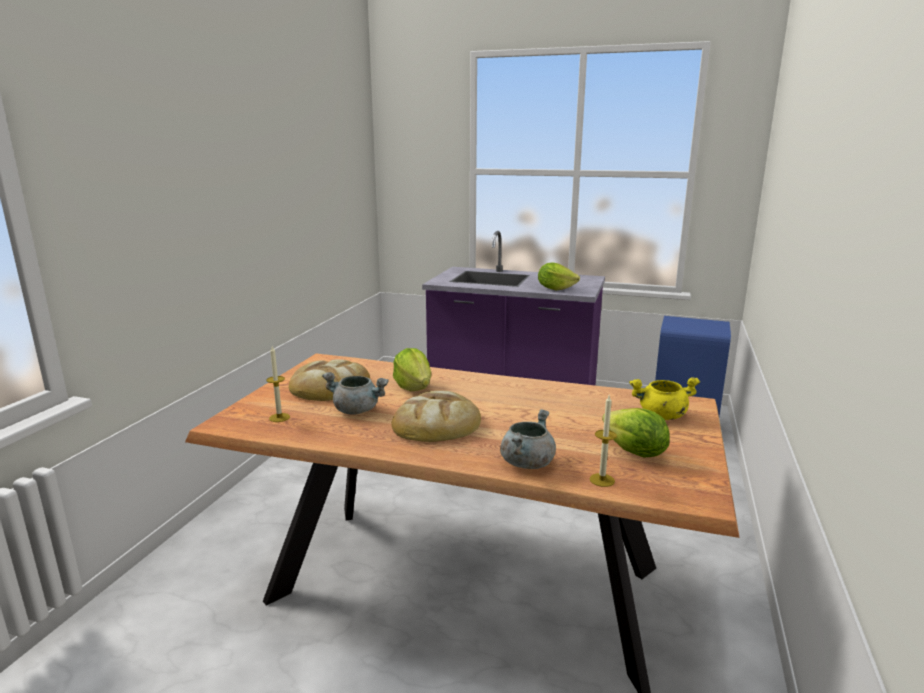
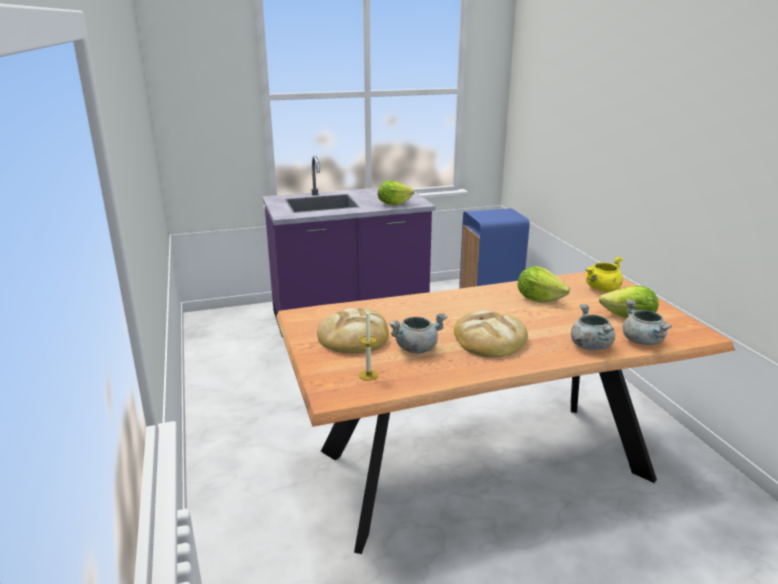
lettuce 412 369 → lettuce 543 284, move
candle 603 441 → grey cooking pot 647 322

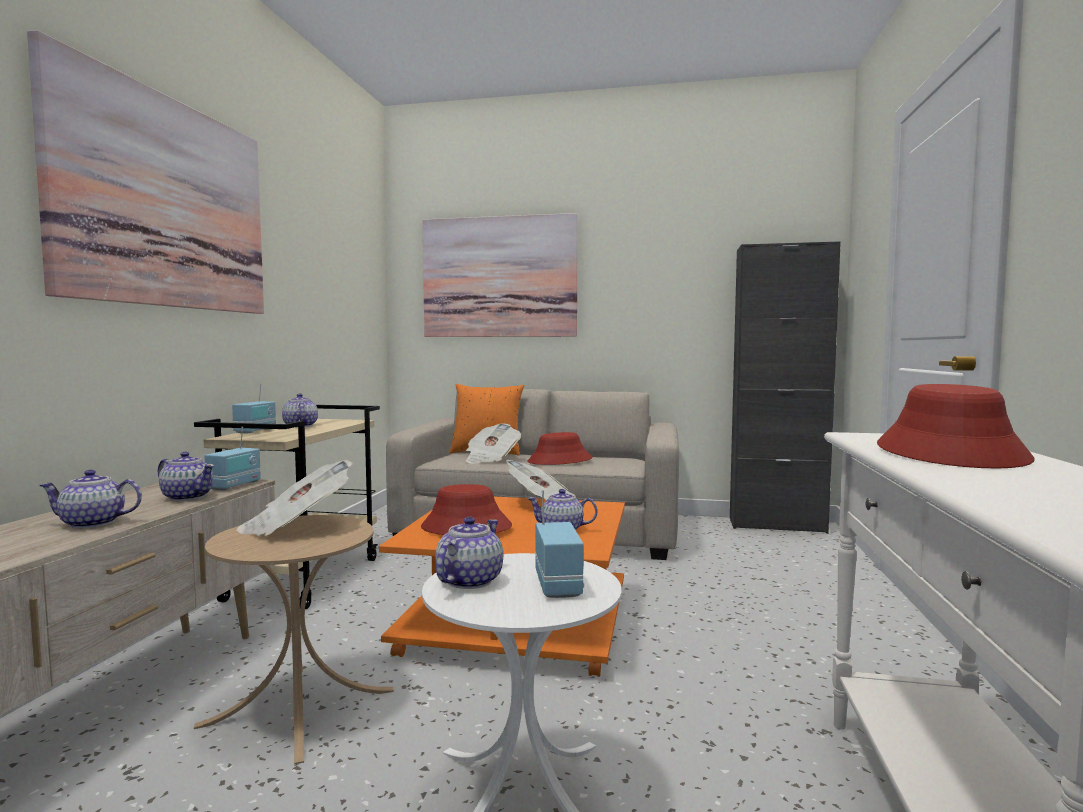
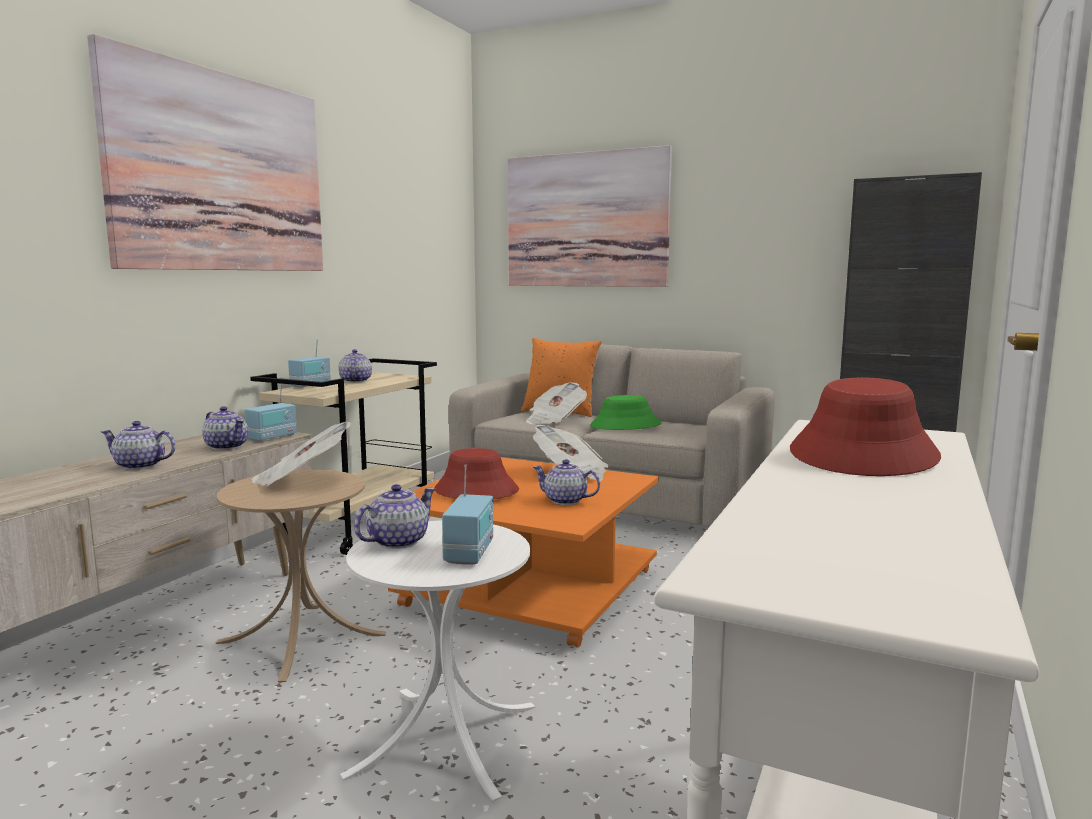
red hat 560 448 → green hat 626 412

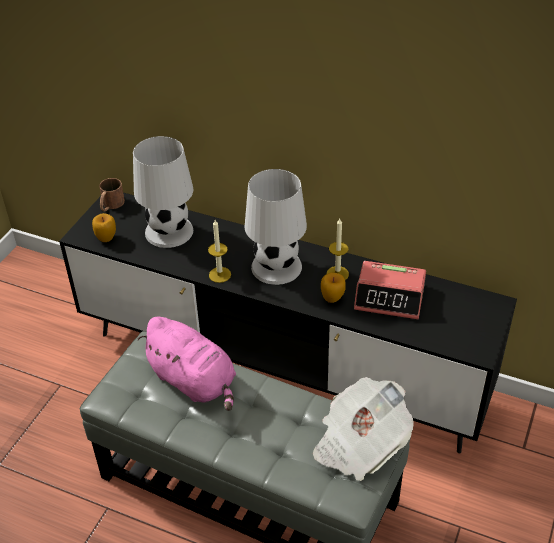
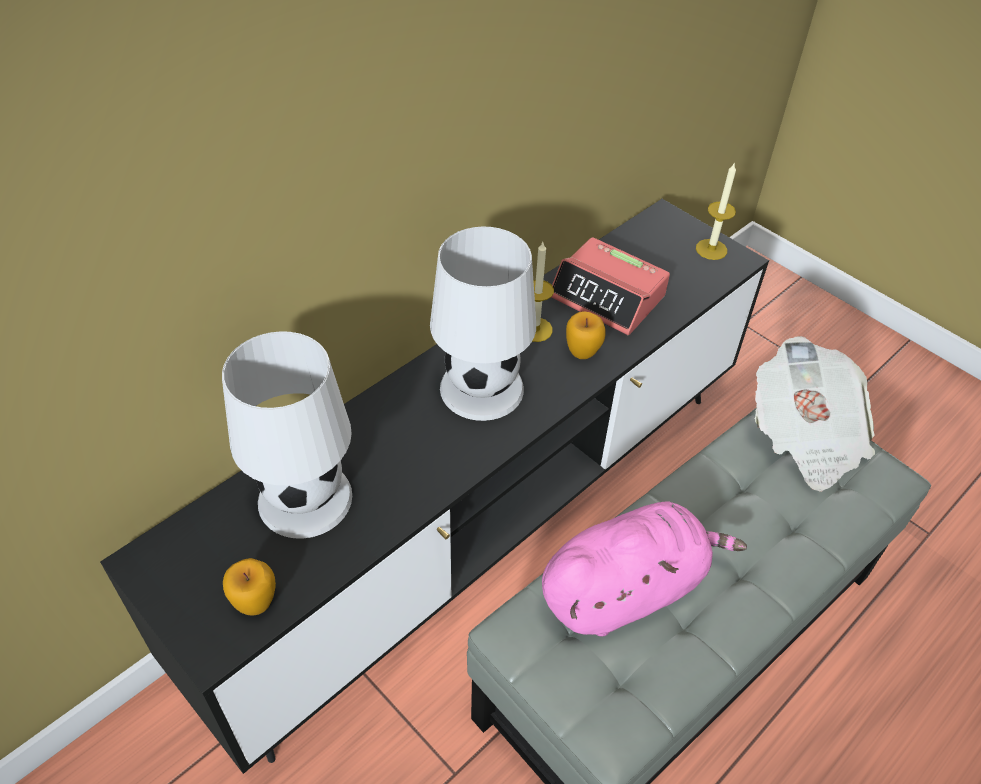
brown mug 112 194 → -
candle 219 251 → candle 716 211, move
alarm clock 390 290 → alarm clock 611 286, 90 degrees clockwise

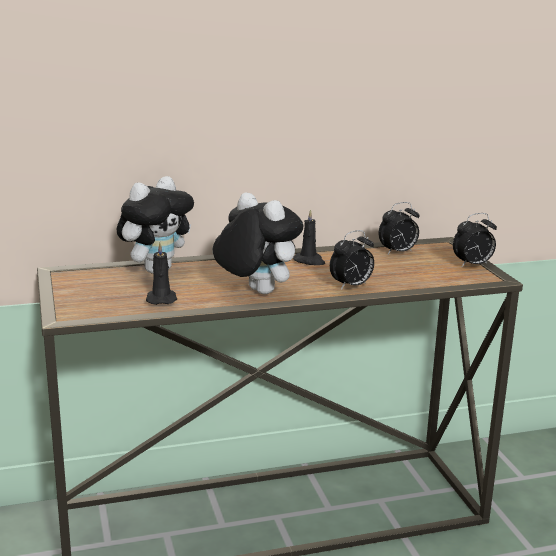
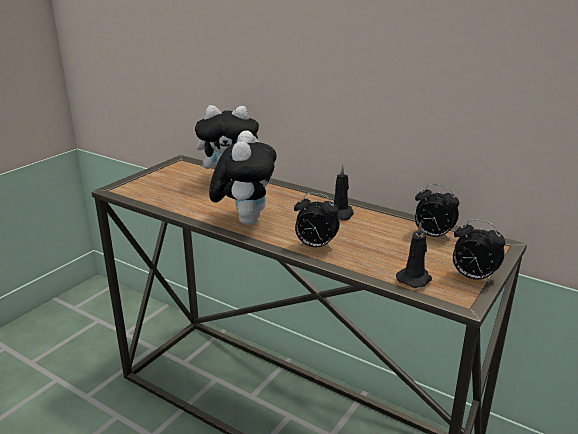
black candle 161 273 → black candle 414 255, move

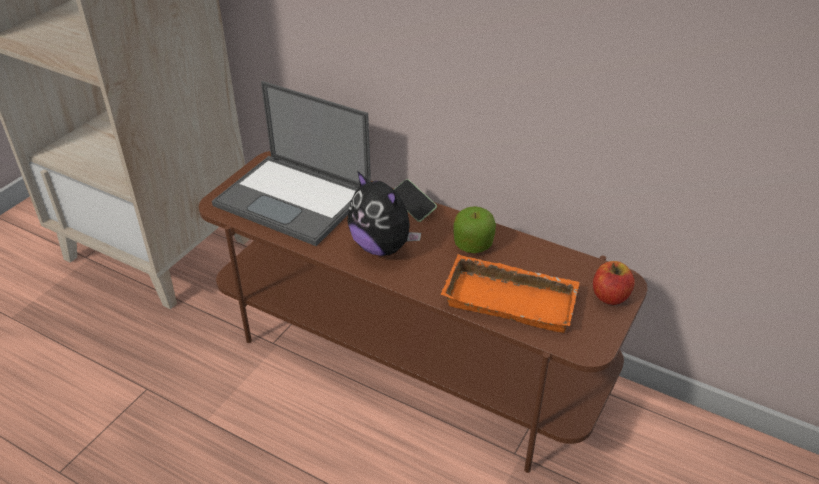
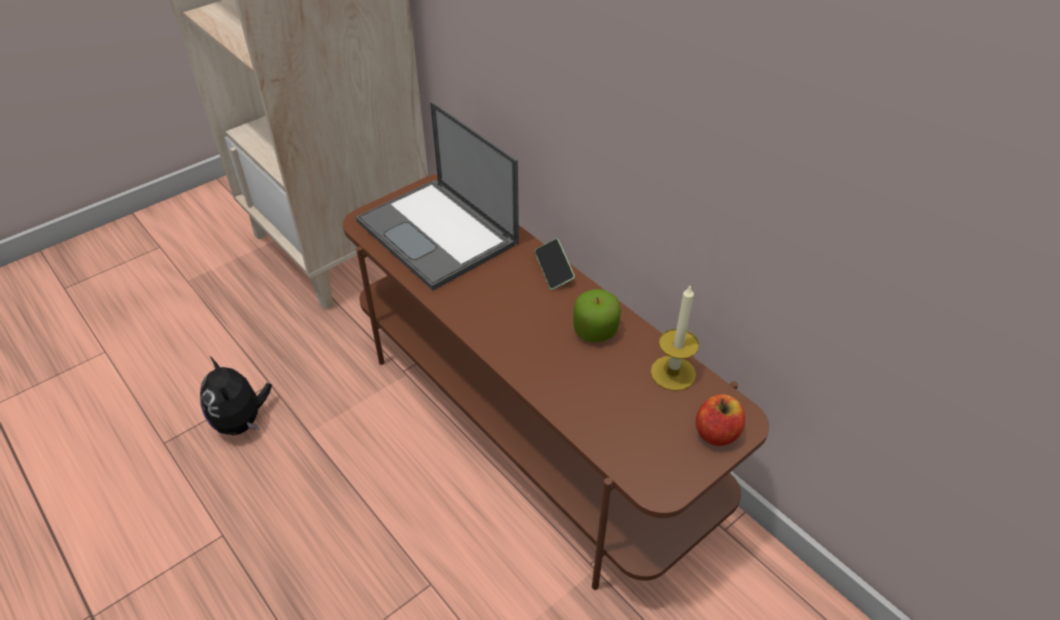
orange tray 510 293 → -
- → candle 674 337
plush toy 384 213 → plush toy 236 396, move

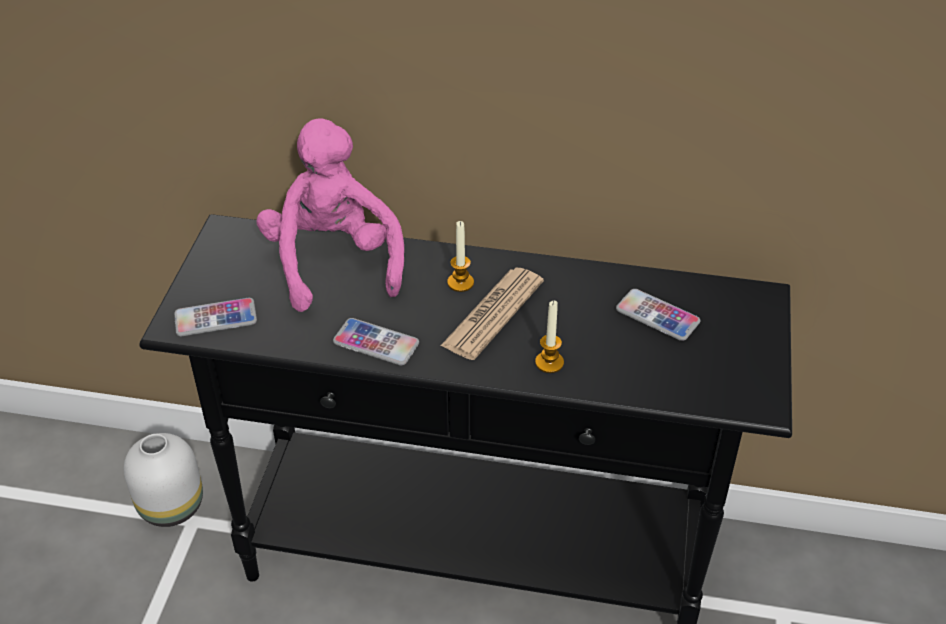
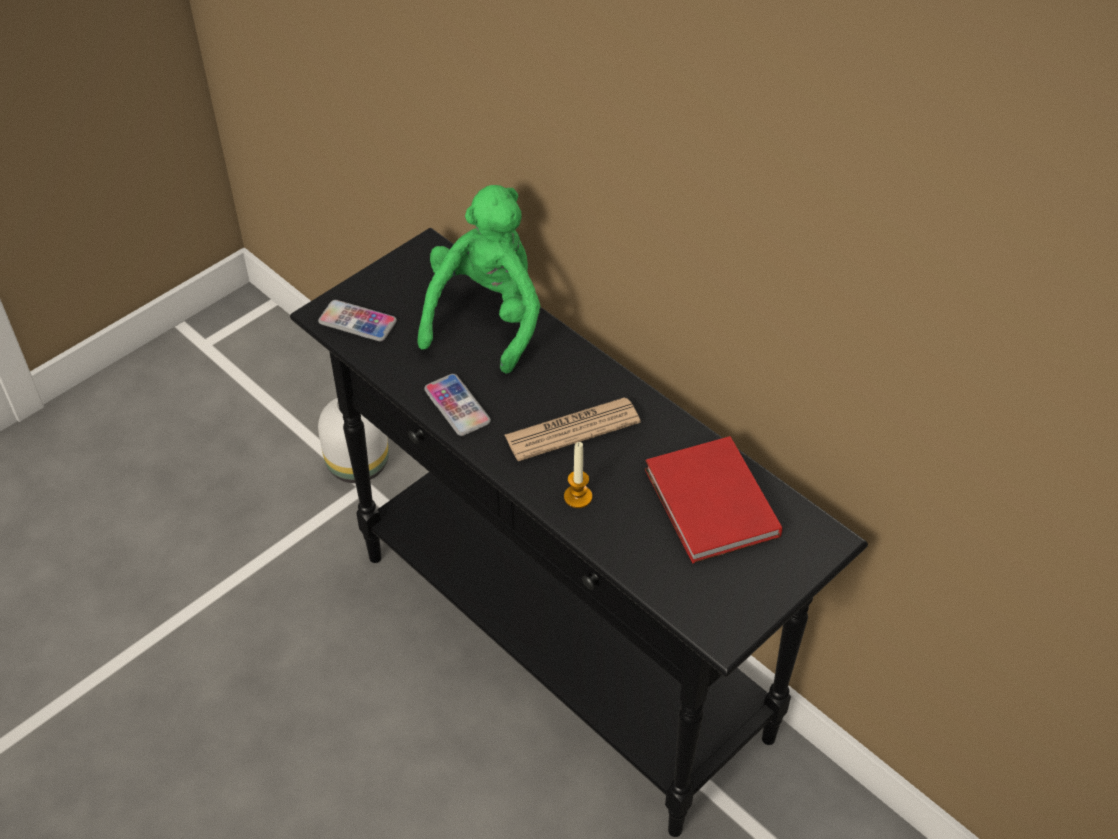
candle 460 256 → -
phone 658 315 → red book 713 499
pink plush toy 330 215 → green plush toy 479 279

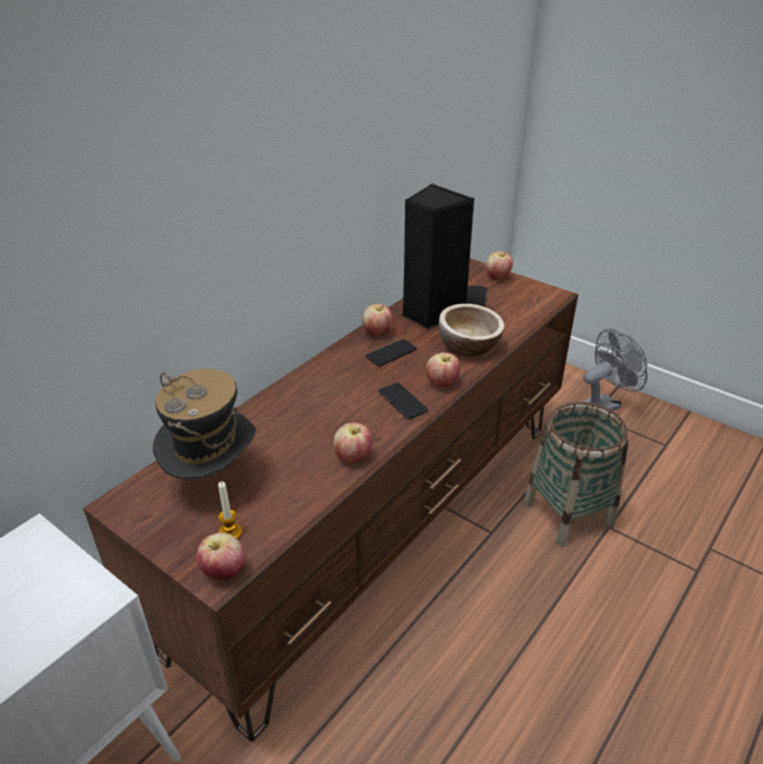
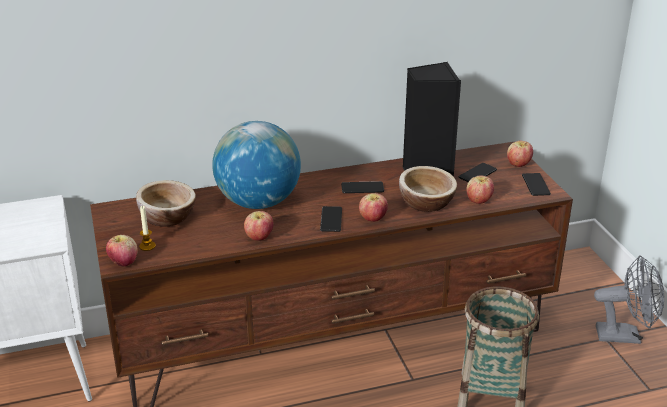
- → globe 256 165
- → phone 536 184
apple 377 320 → apple 480 190, move
hat 204 424 → bowl 166 203

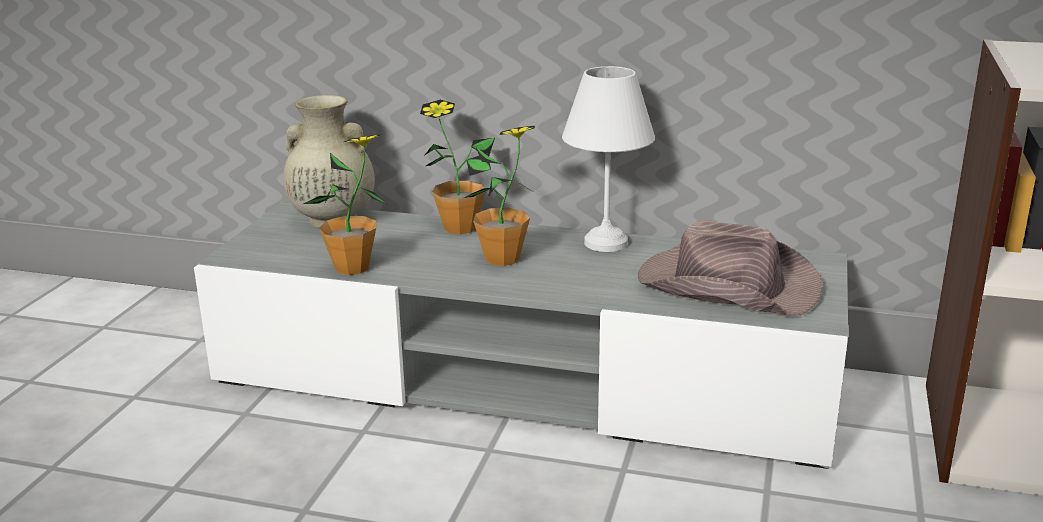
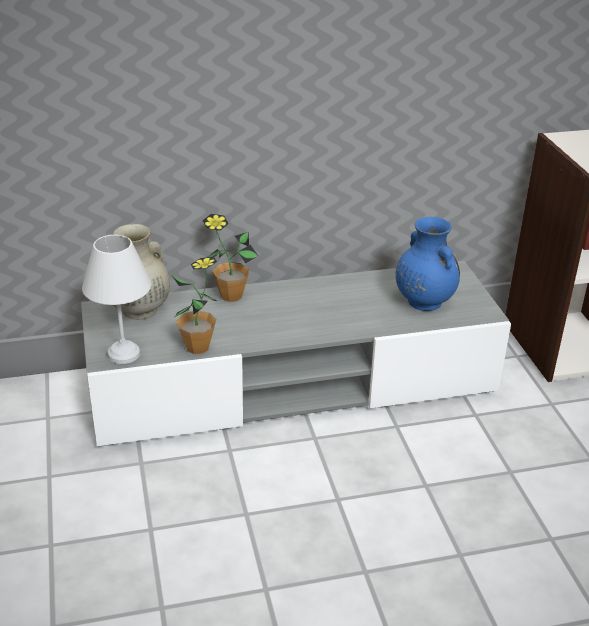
potted plant 499 196 → -
white table lamp 608 159 → white table lamp 117 299, move
brown hat 730 268 → blue vase 427 264

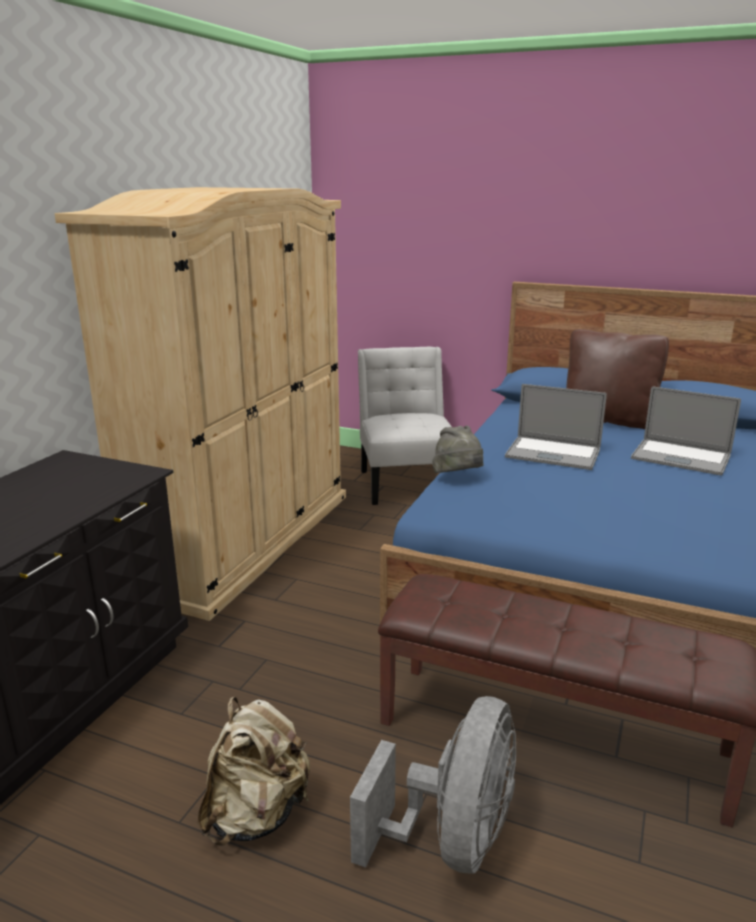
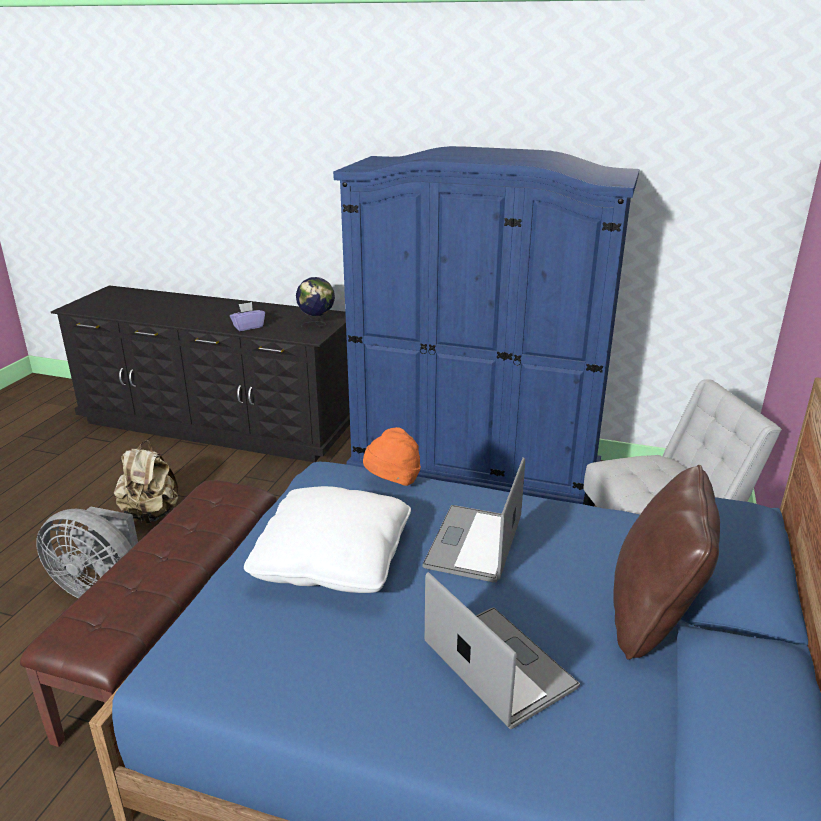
- → purple tissue box 247 316
- → white pillow 327 539
- → globe 315 302
beige wardrobe 200 404 → blue wardrobe 486 325
grey hat 457 449 → orange hat 392 456
laptop 686 431 → laptop 502 650, 120 degrees clockwise

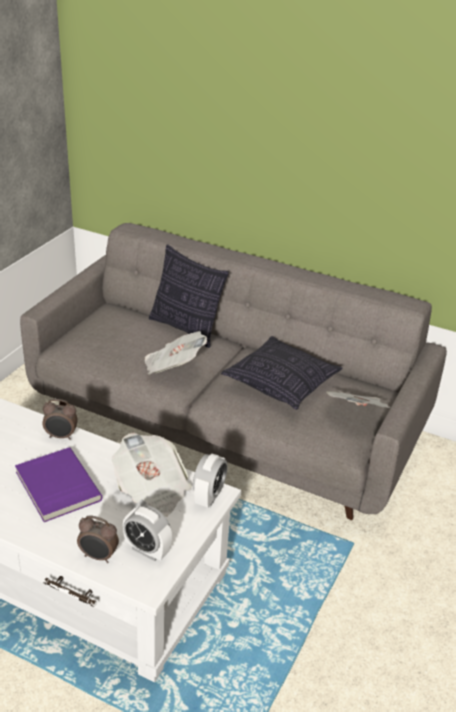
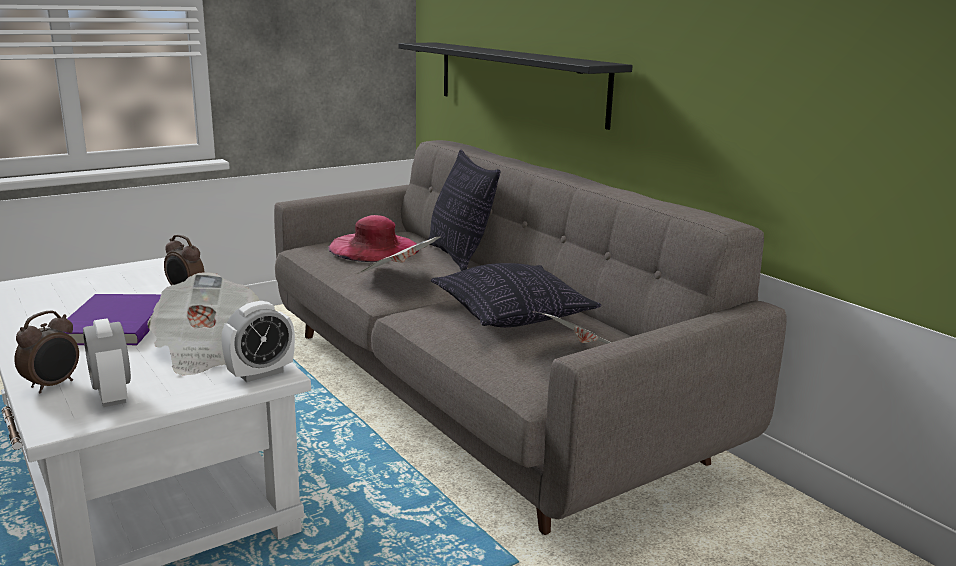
- → pink hat 373 238
- → black shelf 515 86
alarm clock 98 539 → alarm clock 46 352, 105 degrees counterclockwise

